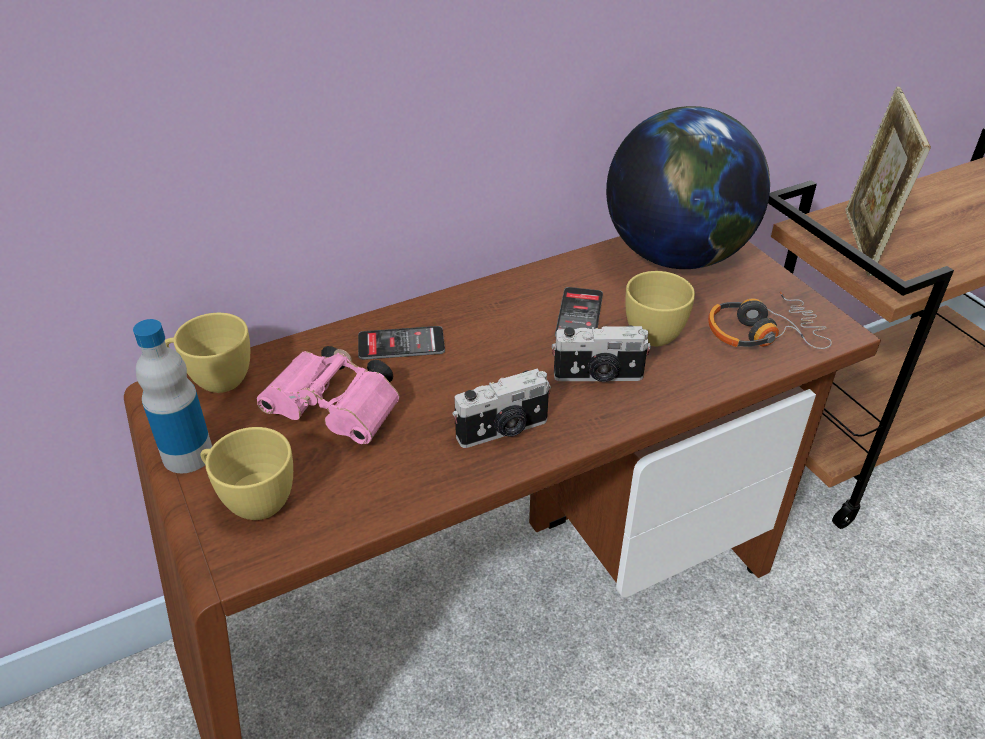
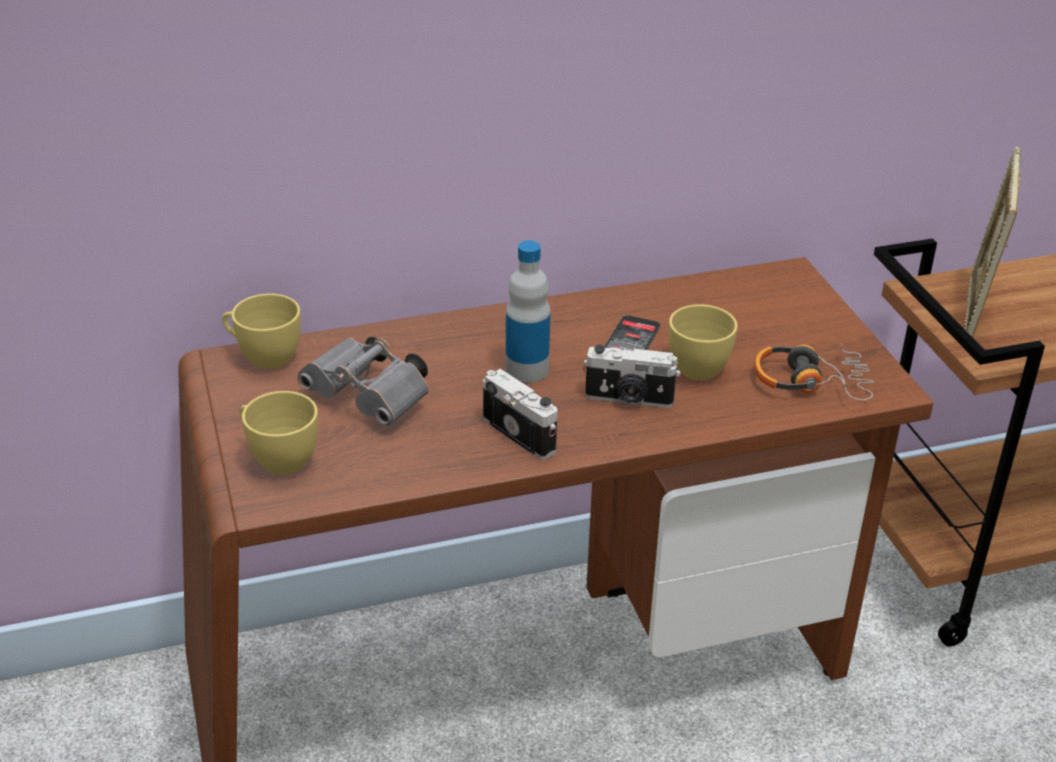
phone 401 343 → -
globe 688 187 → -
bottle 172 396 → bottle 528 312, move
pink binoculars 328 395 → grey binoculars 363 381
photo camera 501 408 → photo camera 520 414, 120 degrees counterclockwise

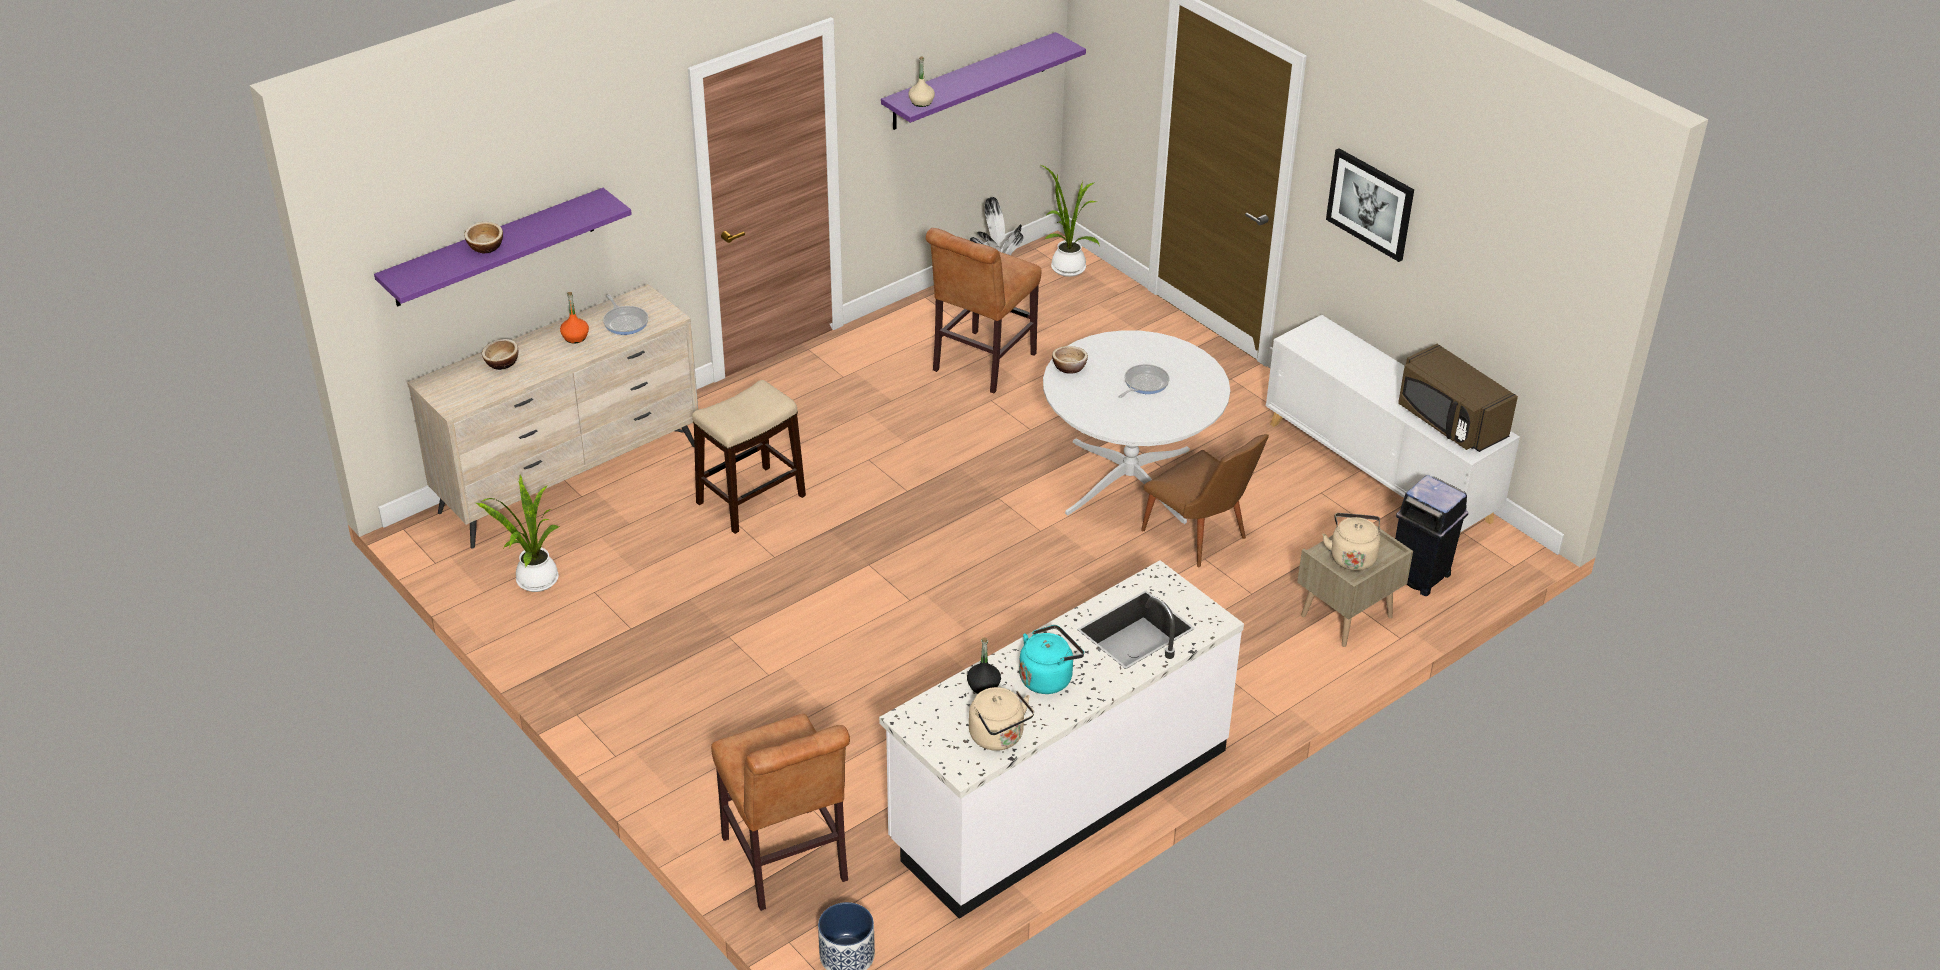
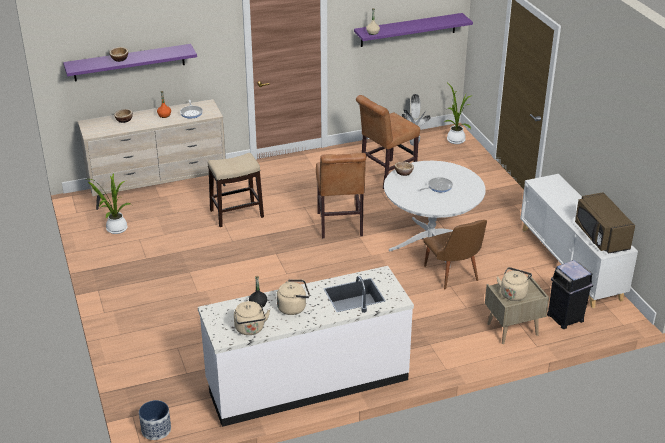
picture 1370 205 → -
brown chair 780 812 → brown chair 341 195, move
turquoise kettle 1051 659 → beige kettle 293 297

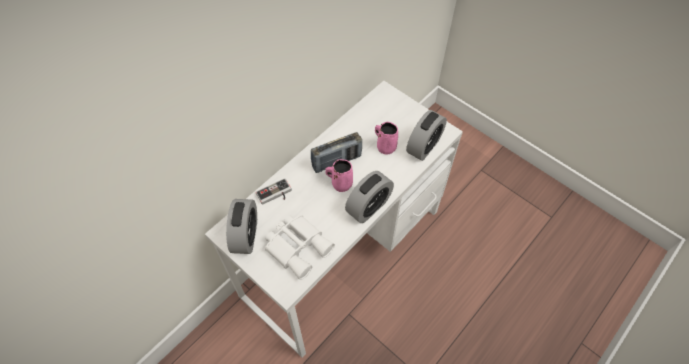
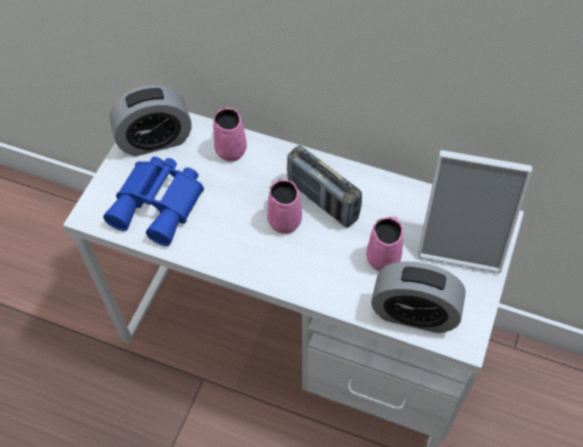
alarm clock 369 197 → -
- → picture frame 475 211
game controller 274 191 → pink mug 230 134
white binoculars 300 247 → blue binoculars 153 201

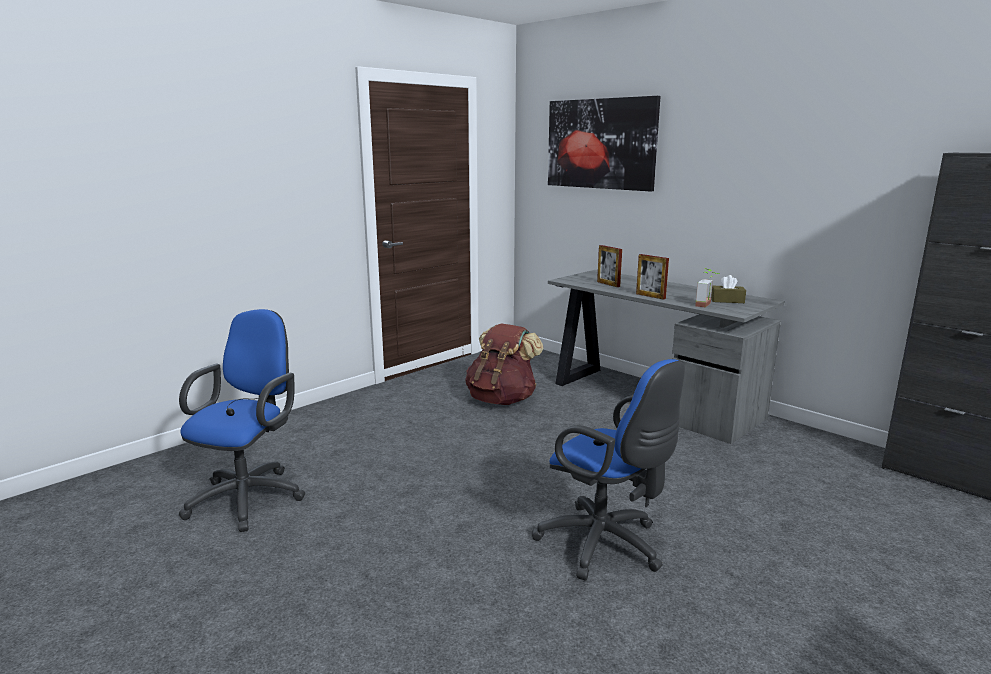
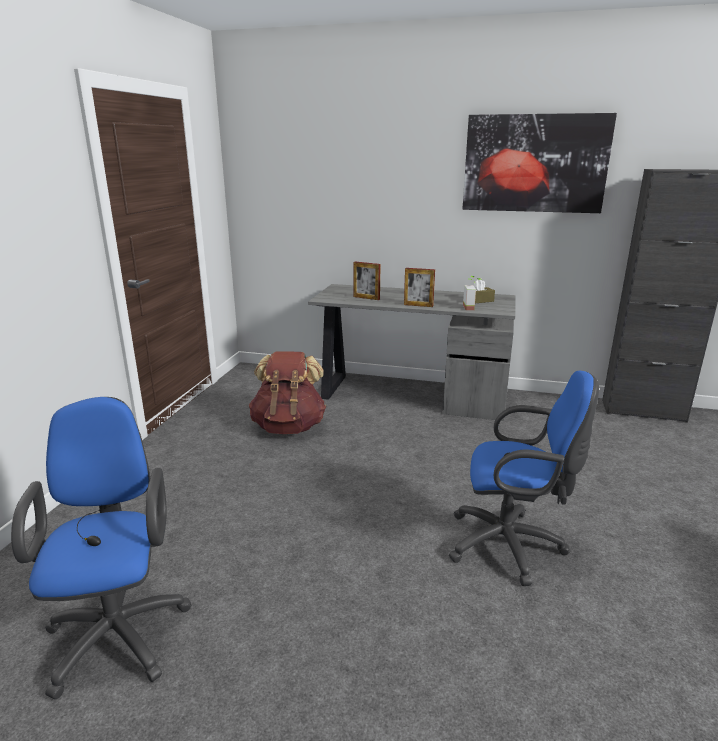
picture 604 144 → picture 540 163, move

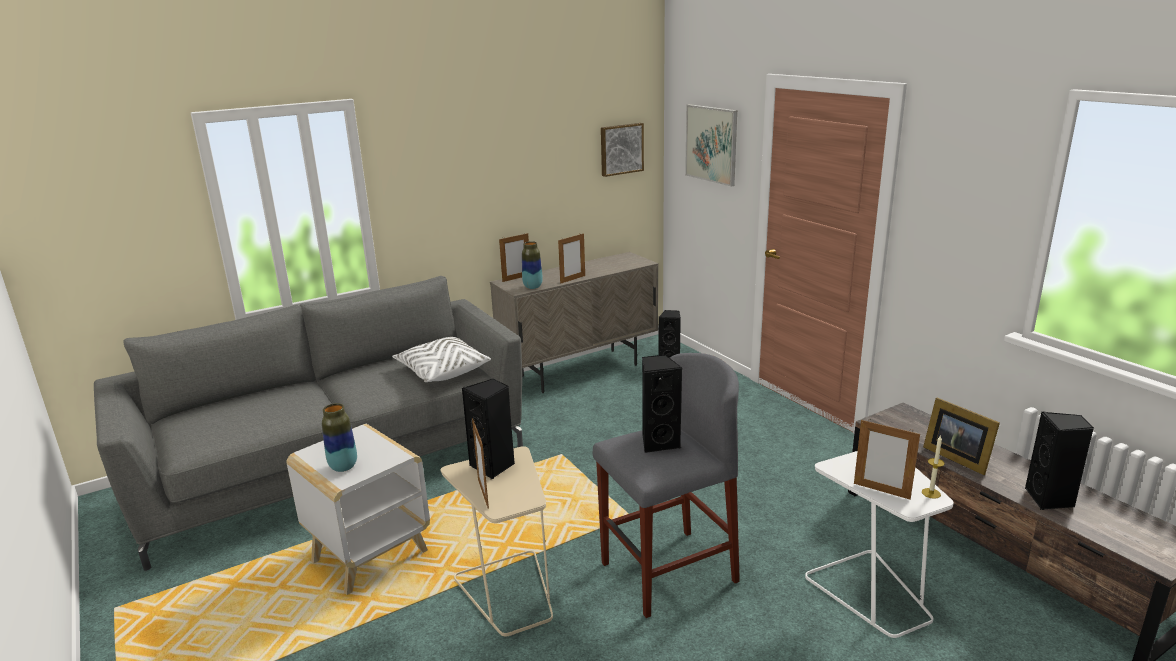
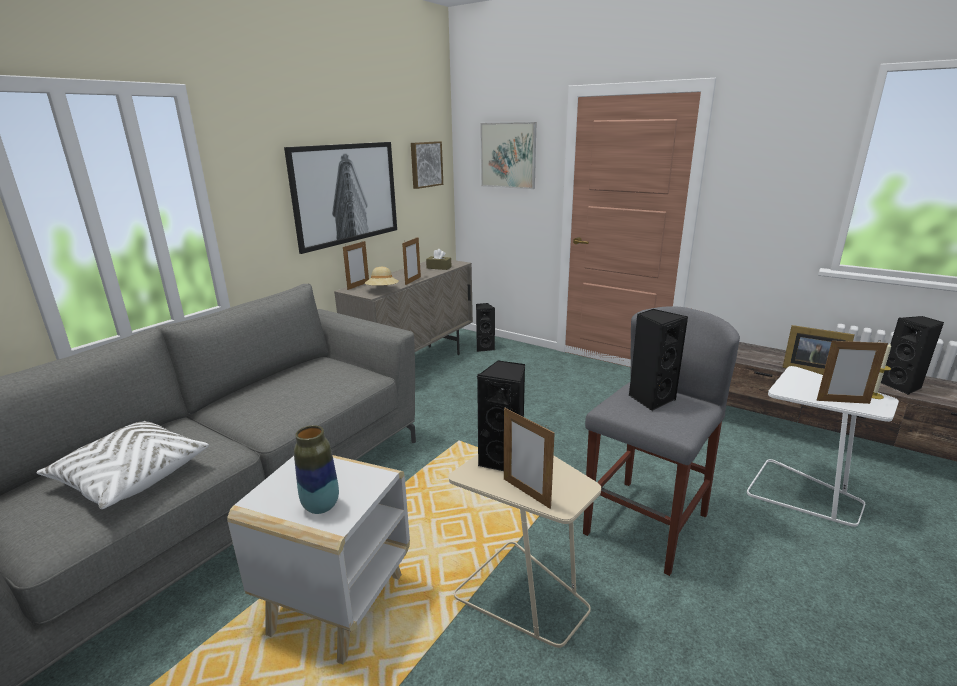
- → picture 340 198
- → brown tissue box 439 259
white pillow 441 359 → white pillow 122 465, move
vase 532 265 → beige hat 382 276

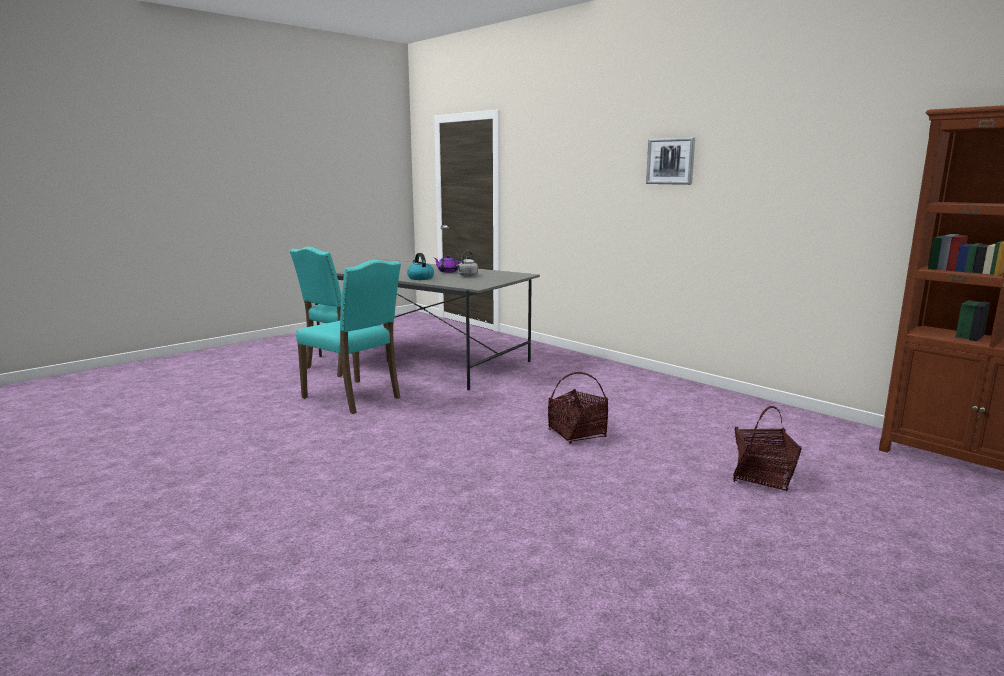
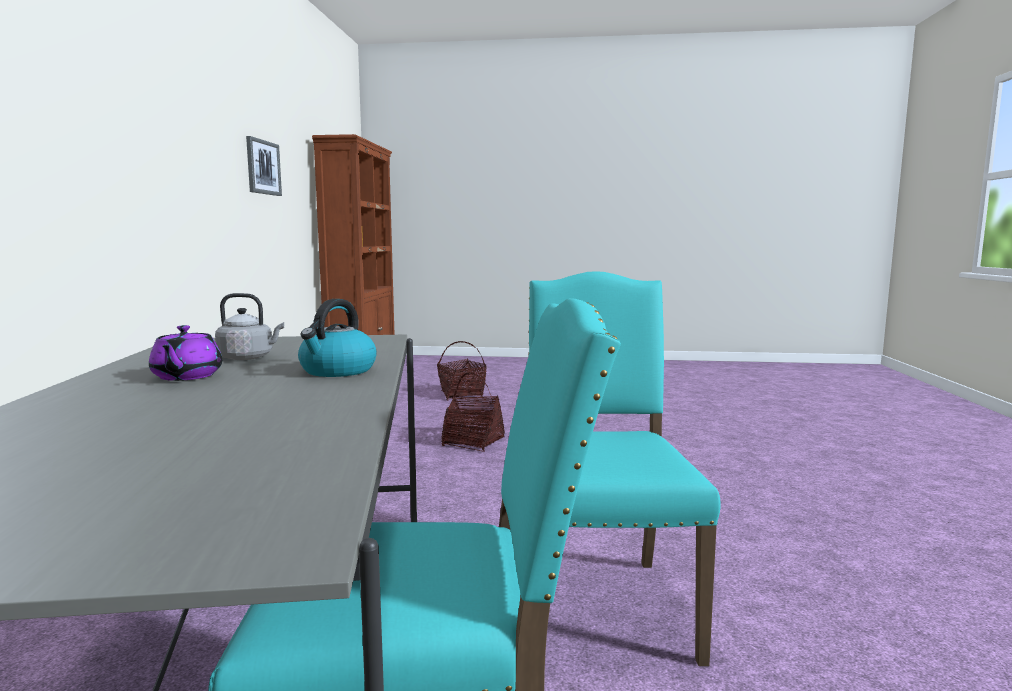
picture 670 161 → picture 264 166, move

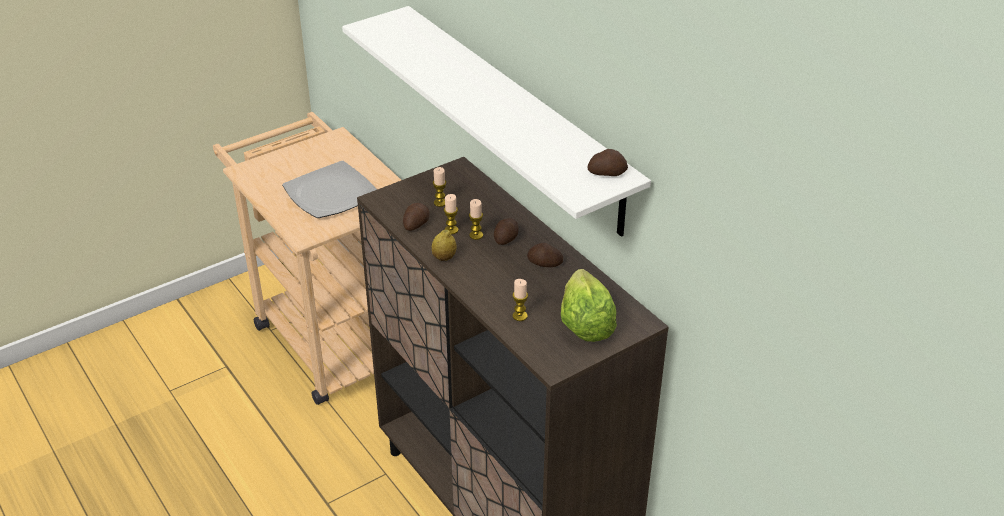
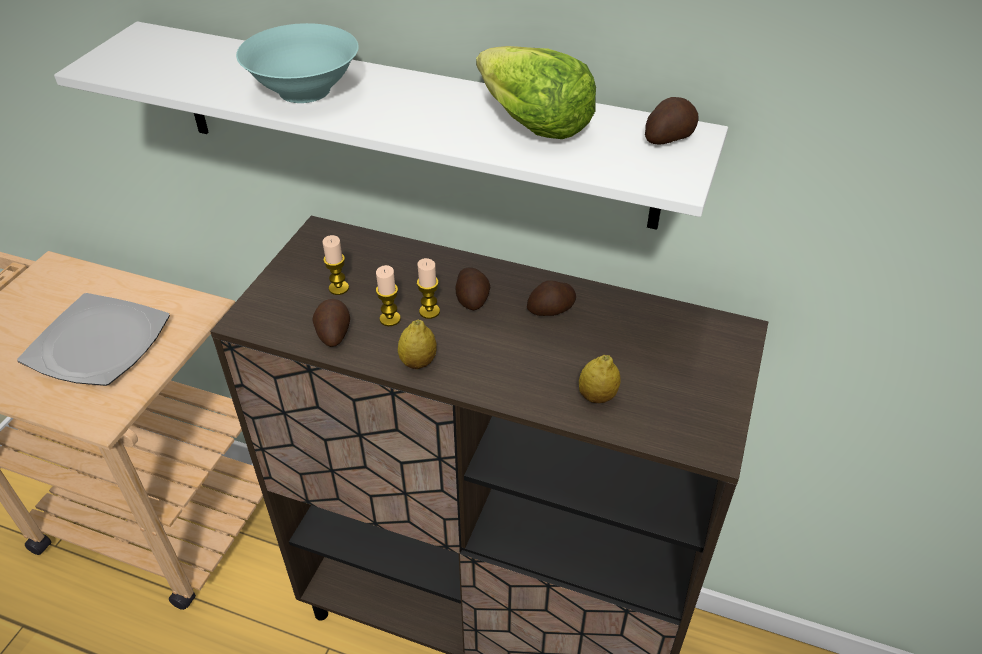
- → turquoise bowl 297 63
lettuce 589 305 → lettuce 536 92, move
candle 520 300 → lemon 599 379

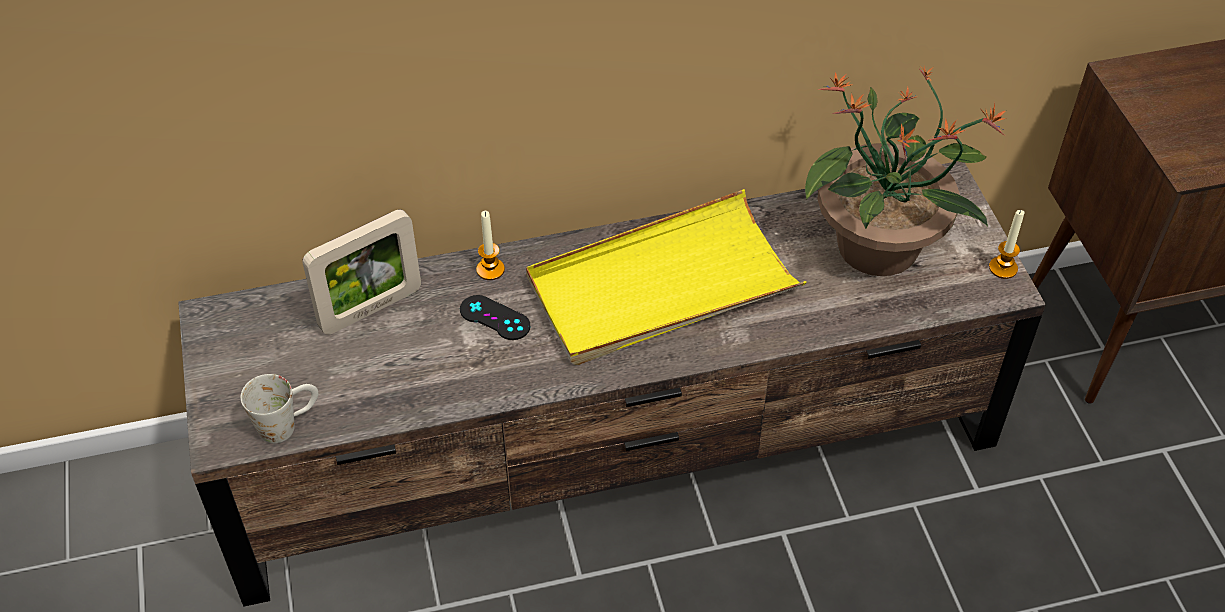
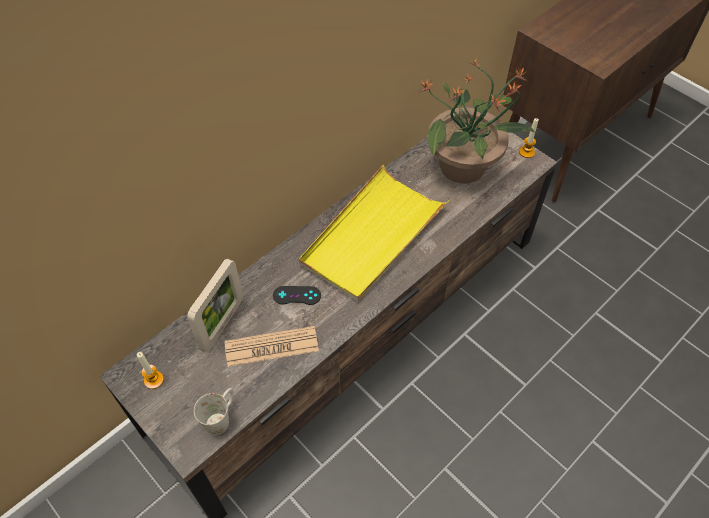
- → newspaper 272 346
candle 490 245 → candle 150 370, move

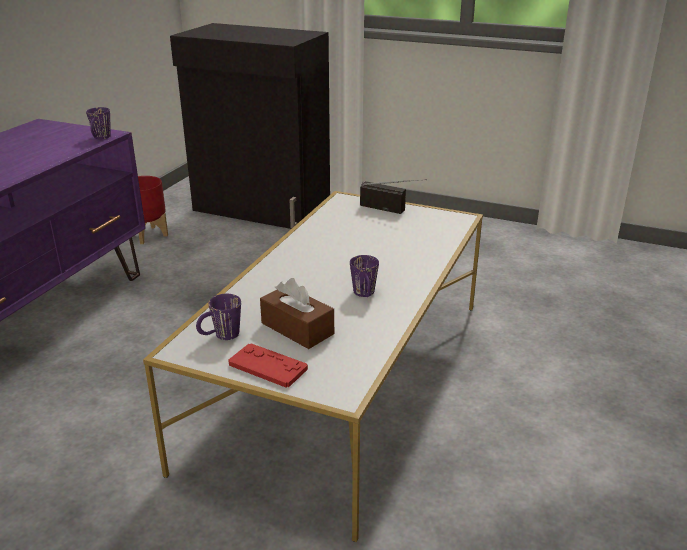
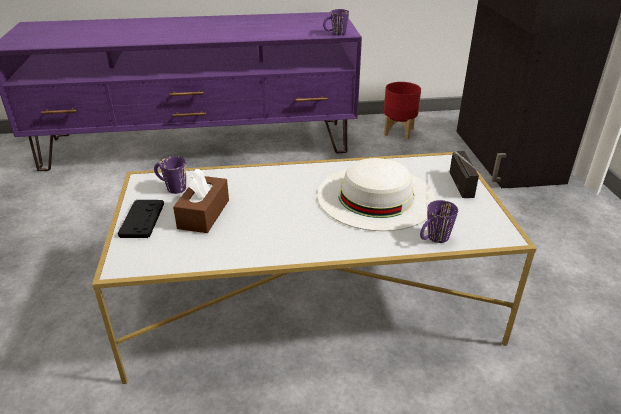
- → white hat 377 194
purple mug 364 276 → purple mug 439 221, move
red game controller 268 365 → black game controller 141 219

